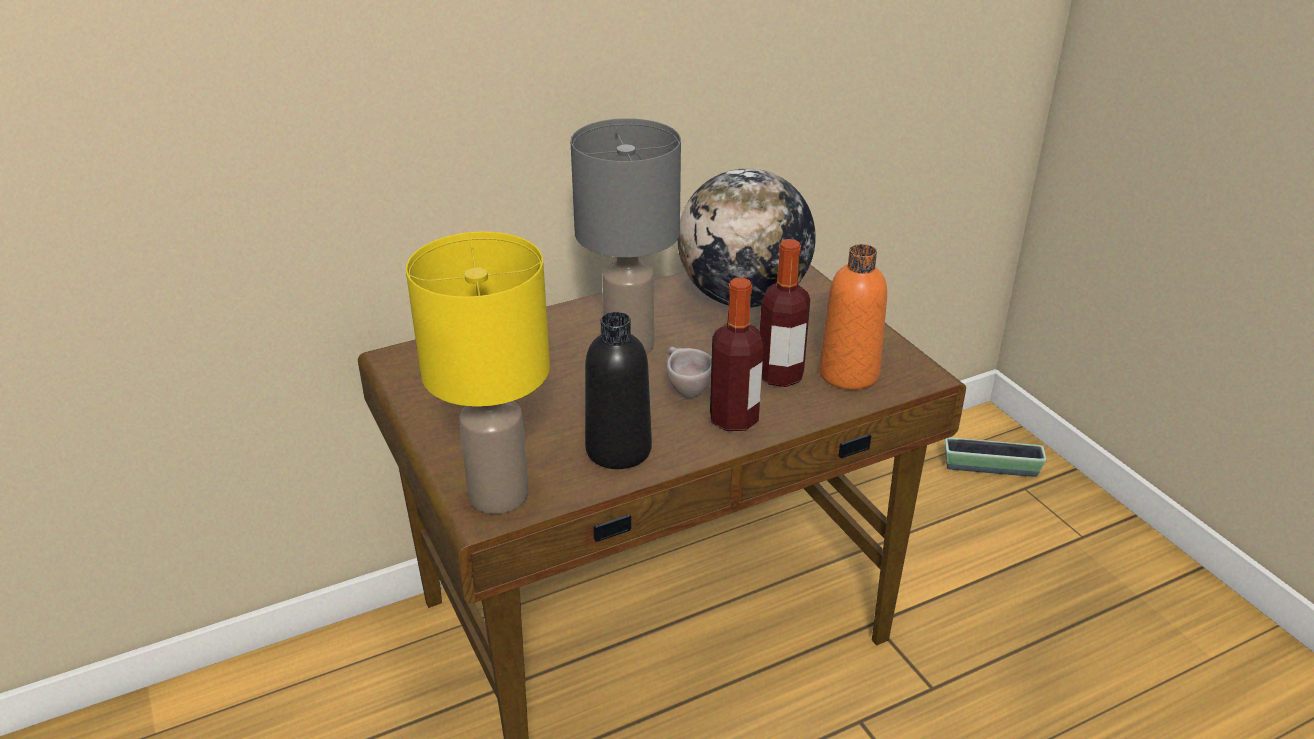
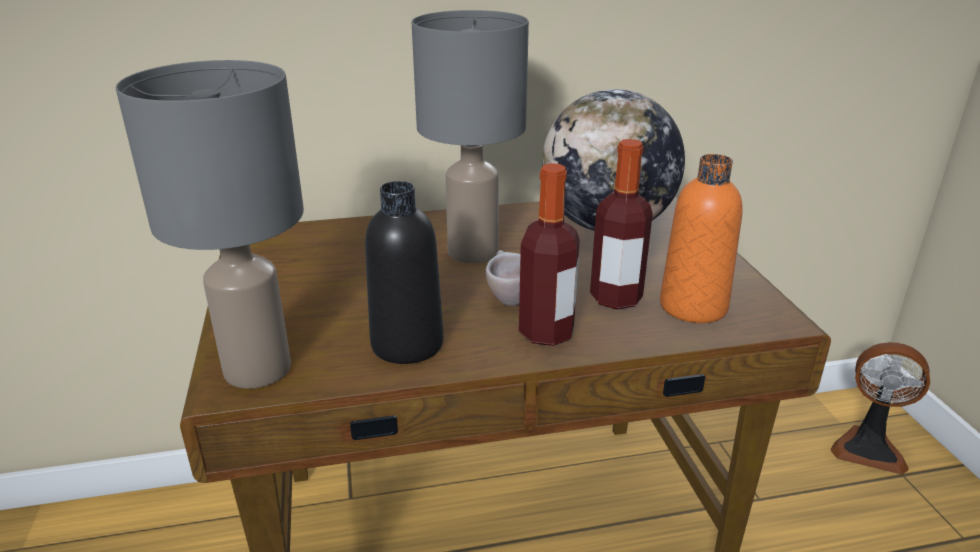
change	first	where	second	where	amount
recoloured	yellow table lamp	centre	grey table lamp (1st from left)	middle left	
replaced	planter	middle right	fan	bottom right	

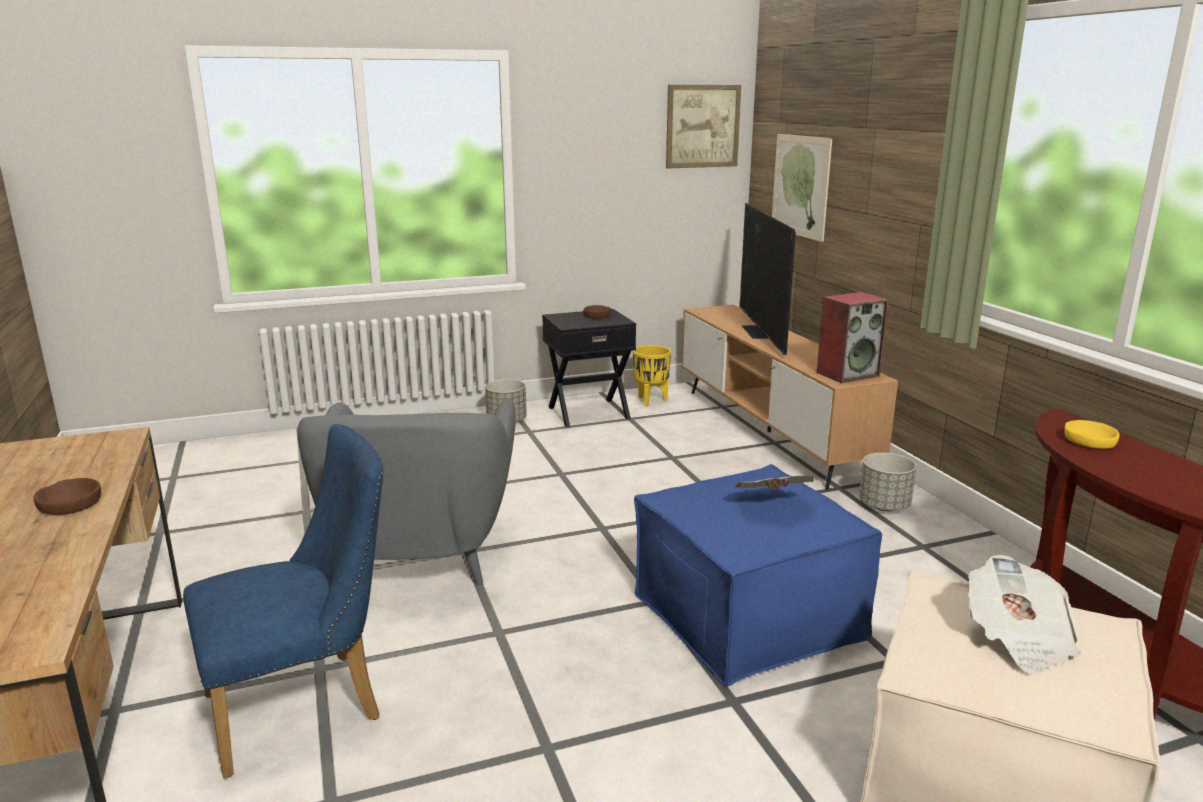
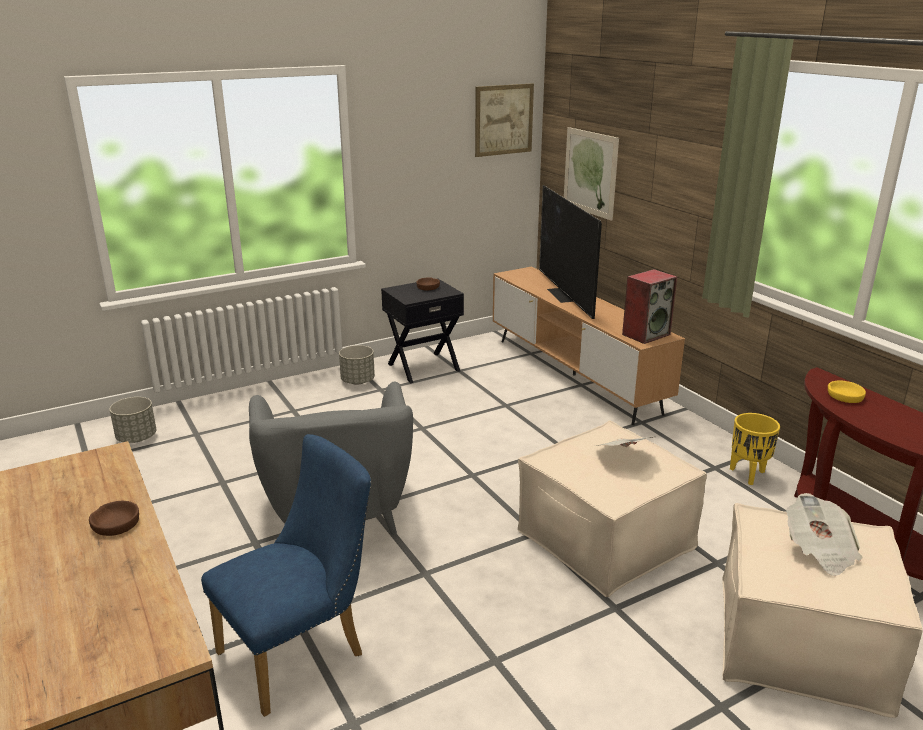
change	first	where	second	where	amount
moved	yellow planter	centre		middle right	
recoloured	blue ottoman	bottom centre	beige ottoman (1st from left)	bottom centre	
moved	grey planter (2nd from left in the first image)	middle right	grey planter (1st from left)	middle left	

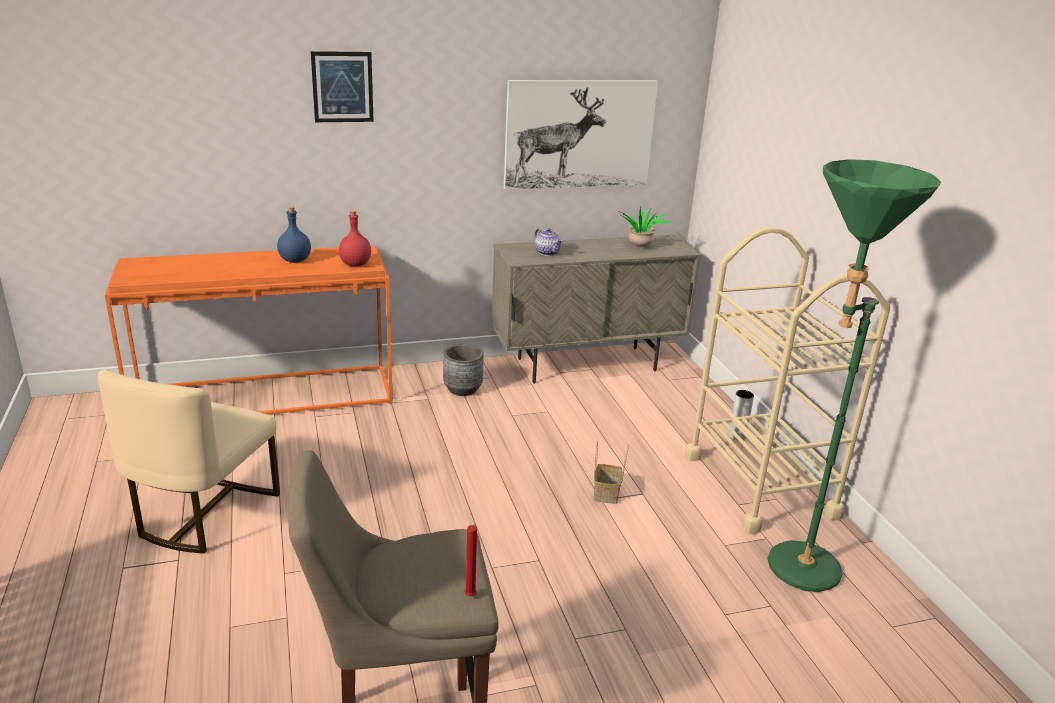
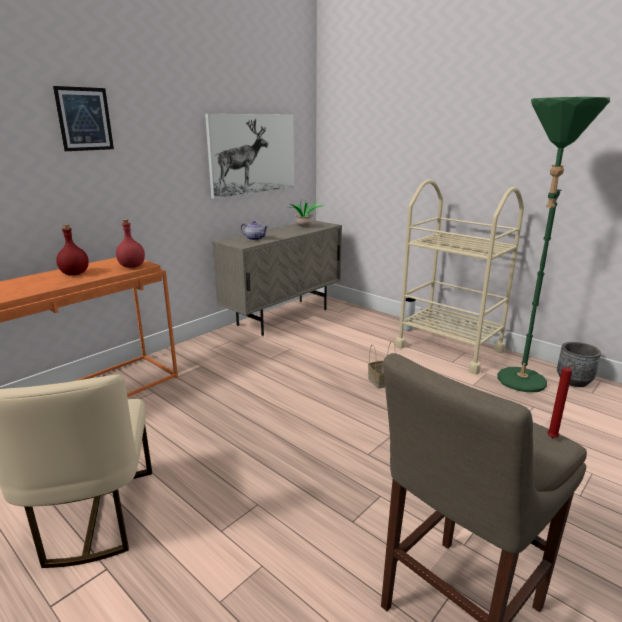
change	first	where	second	where	amount
recoloured	blue bottle	top left	red bottle (1st from left)	middle left	
moved	grey planter	centre		middle right	

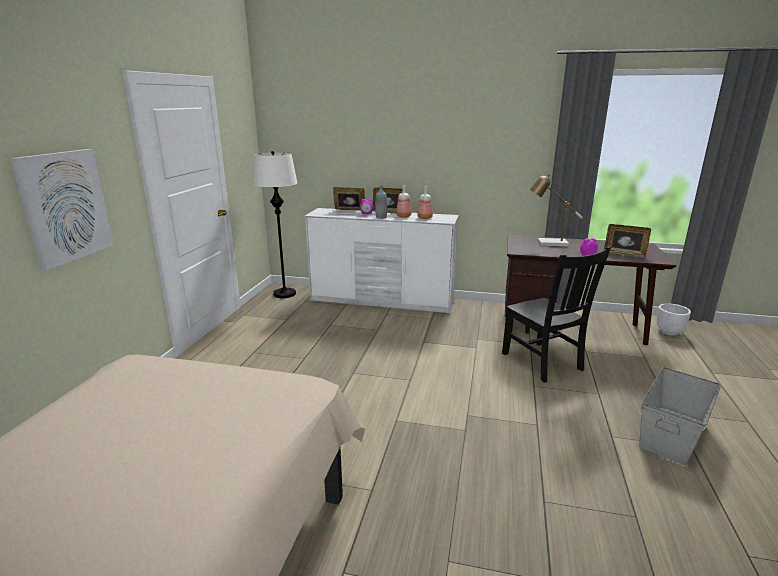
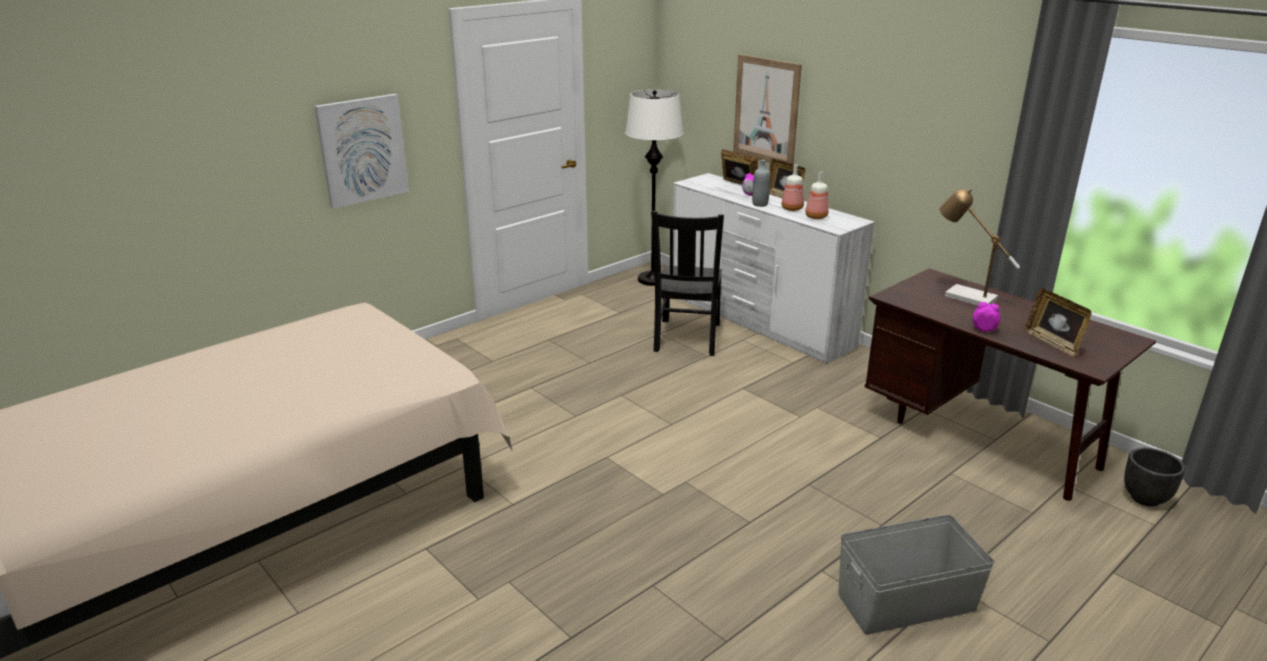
change	first	where	second	where	amount
moved	black chair	middle right		centre	
recoloured	white planter	middle right	black planter	bottom right	
added			picture (2nd from left)	top centre	

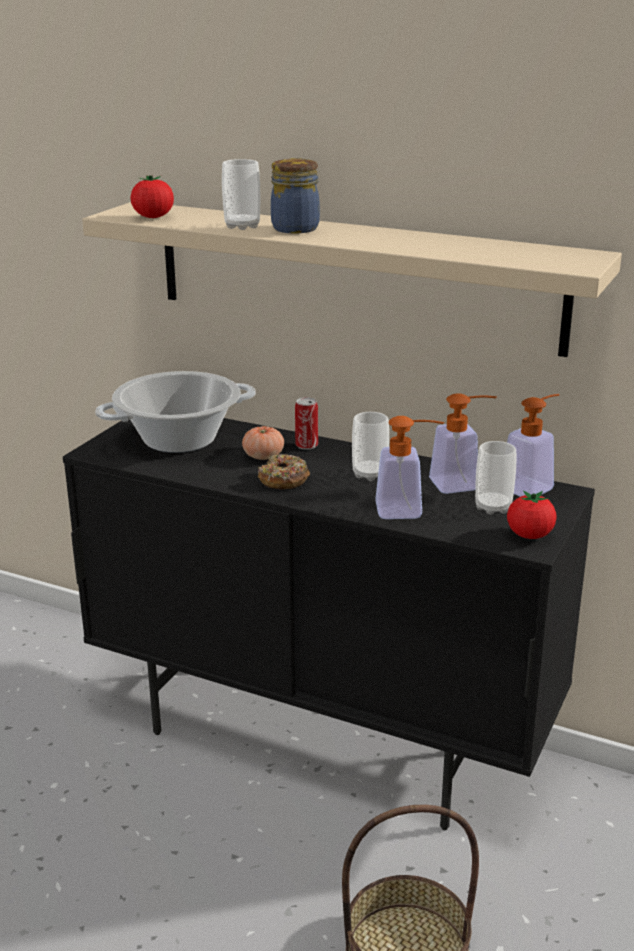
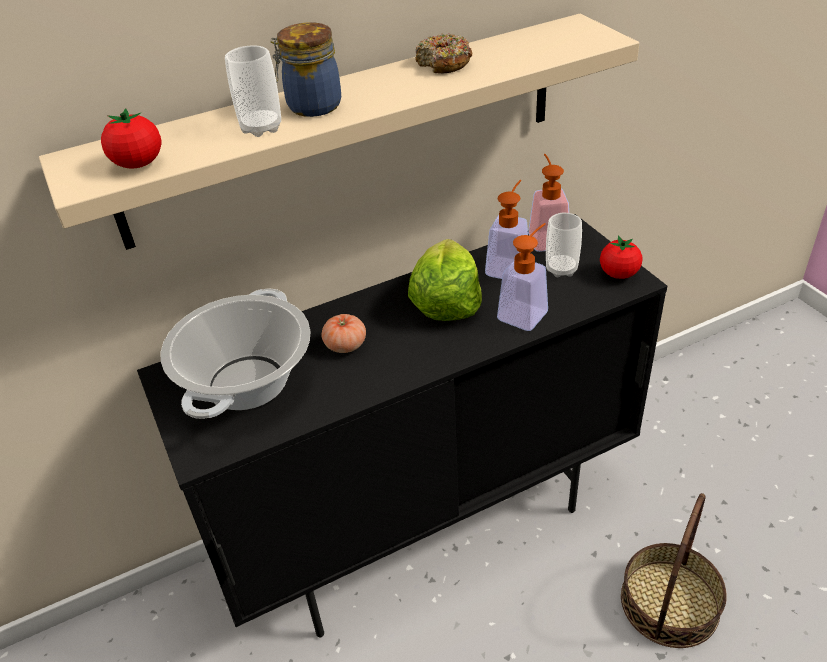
change	first	where	second	where	amount
moved	donut	centre		top centre	
removed	can	centre			
replaced	cup (2nd from left)	centre	lettuce	centre	

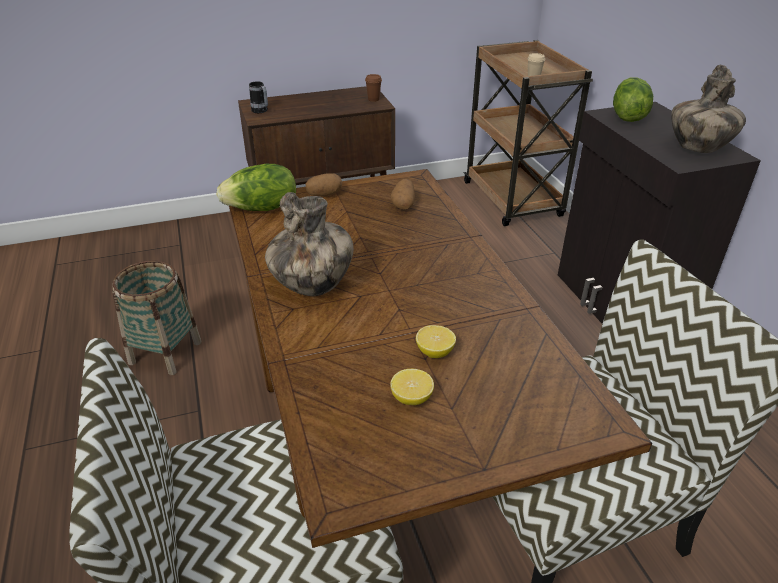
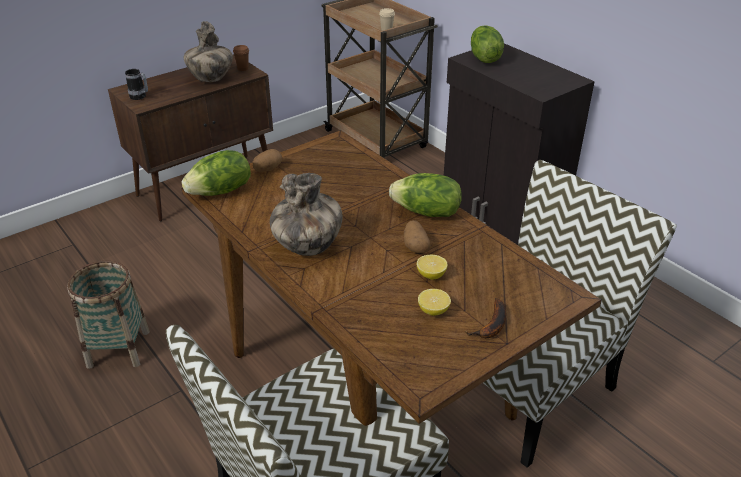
change	first	where	second	where	amount
moved	potato (2nd from left)	top centre		centre	
moved	vase (2nd from left in the first image)	top right	vase (1st from left)	top left	
added			lettuce (2nd from left)	centre	
added			banana	bottom centre	

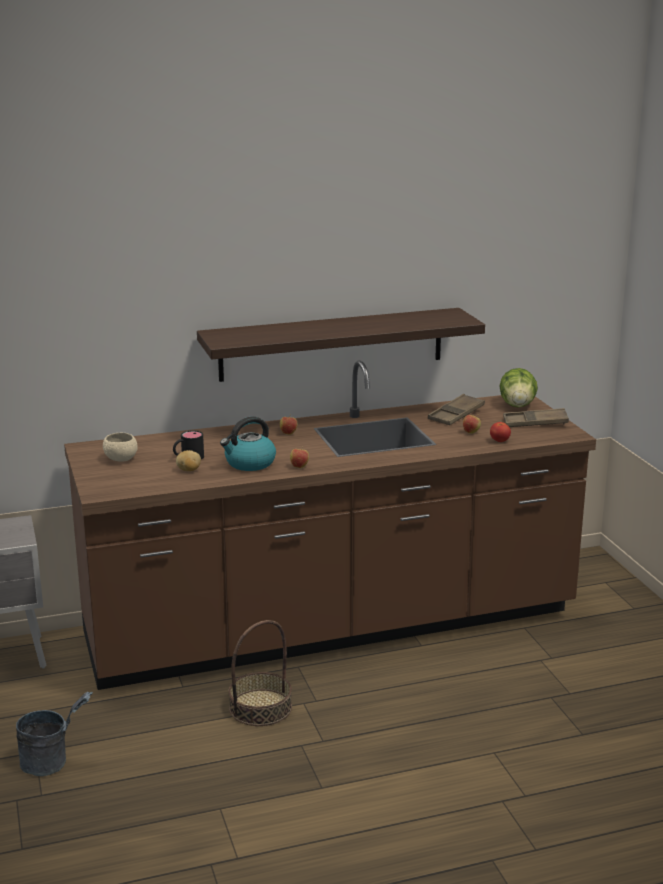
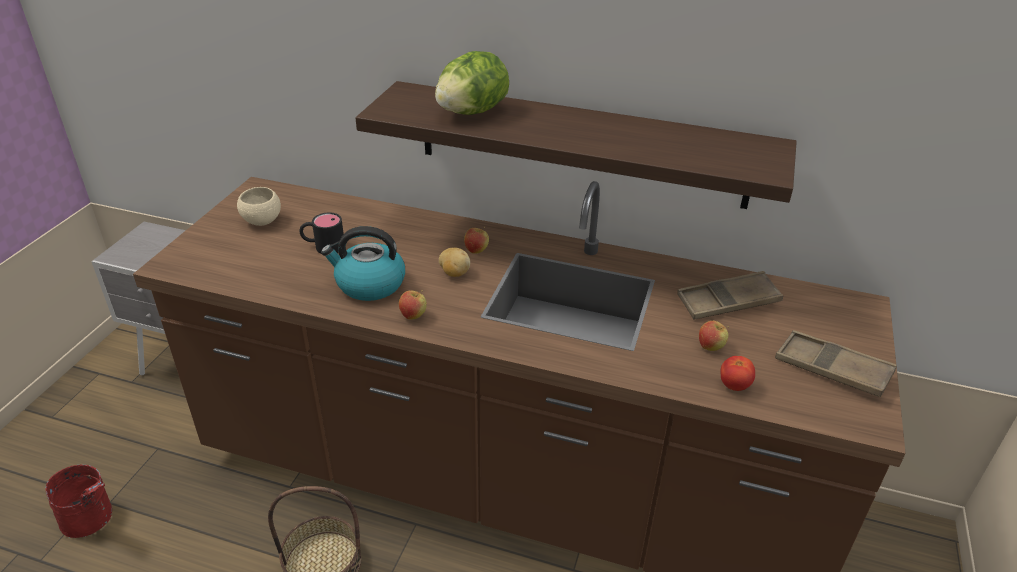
change	first	where	second	where	amount
recoloured	grey bucket	bottom left	red bucket	bottom left	
moved	potato	middle left		centre	
moved	lettuce	middle right		top centre	

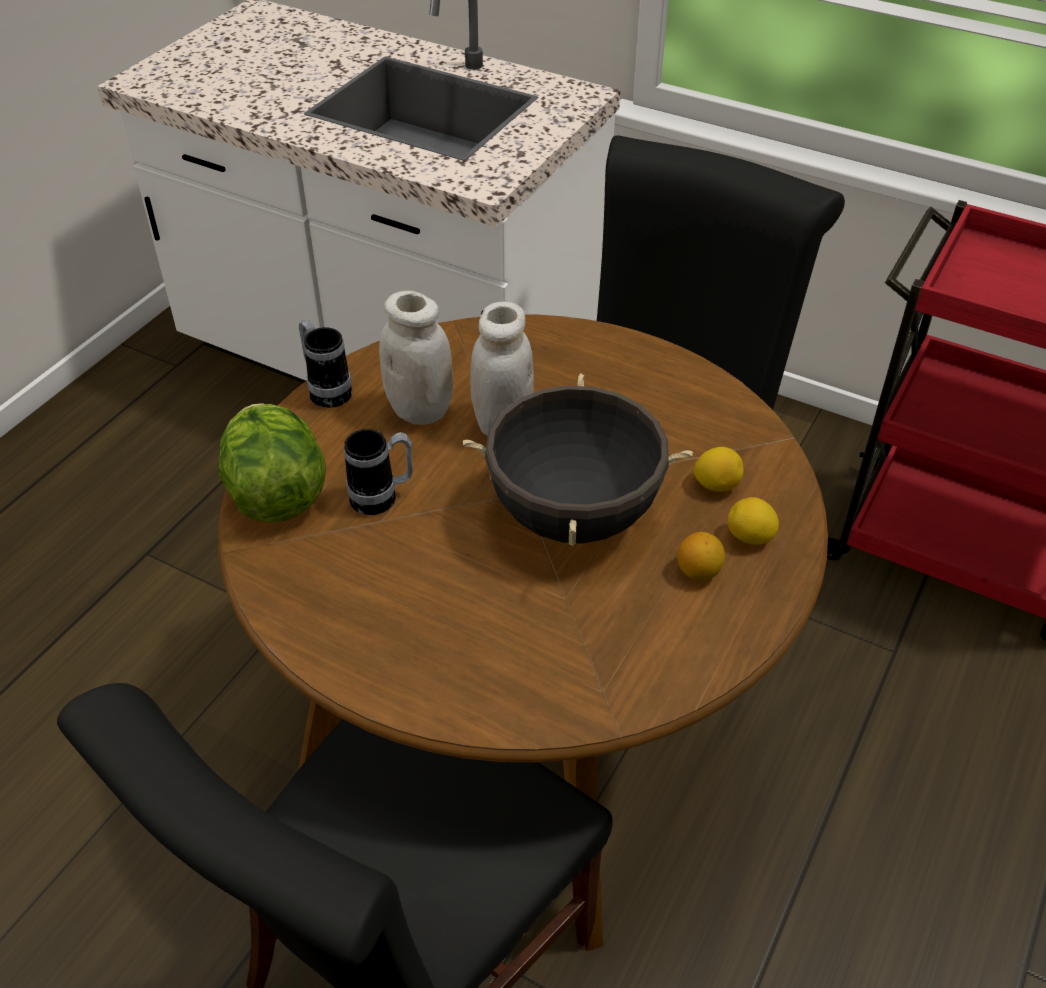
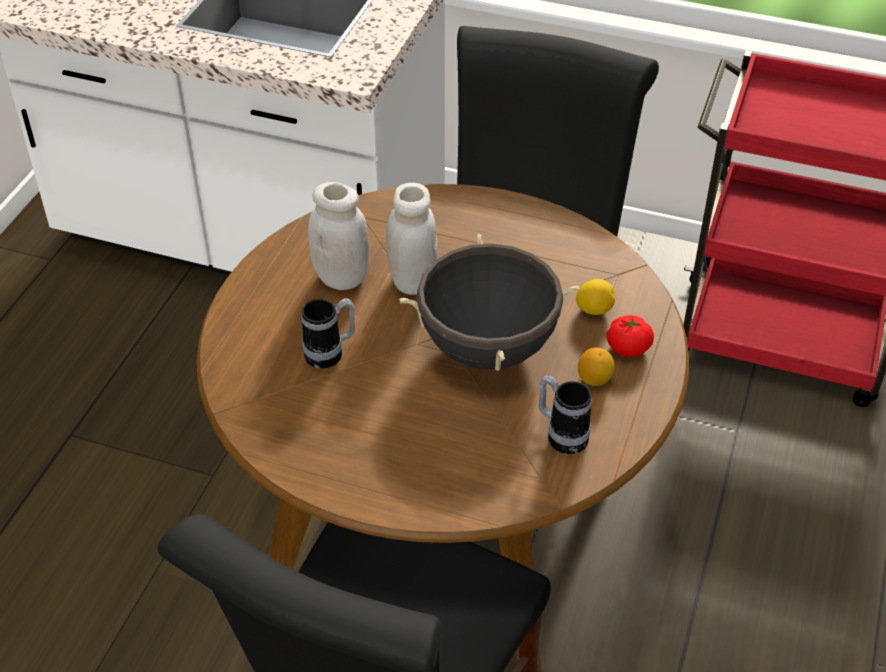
change	first	where	second	where	amount
removed	lettuce	middle left			
moved	mug (1st from left in the first image)	middle left	mug (2nd from left)	centre	
replaced	lemon (3rd from left)	middle right	tomato	middle right	

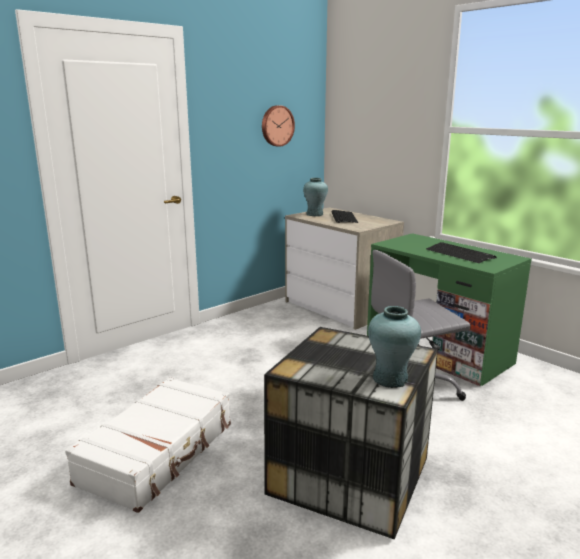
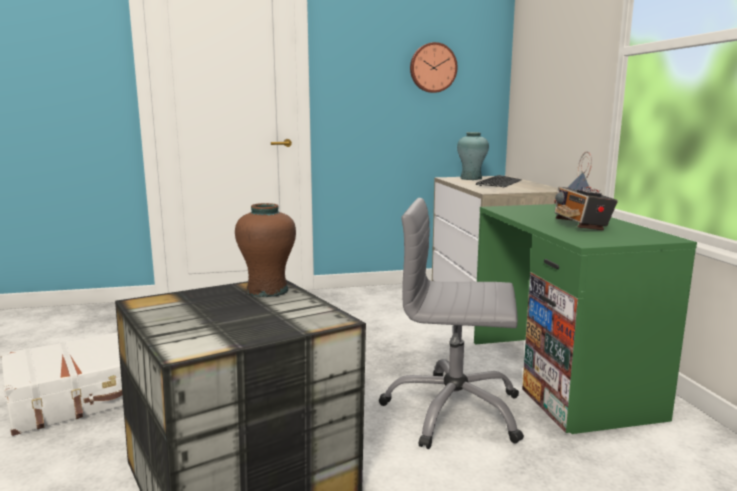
change	first	where	second	where	amount
removed	turquoise vase (2nd from left)	middle right			
replaced	keyboard (2nd from left)	middle right	radio	middle right	
added			brown vase	centre	

